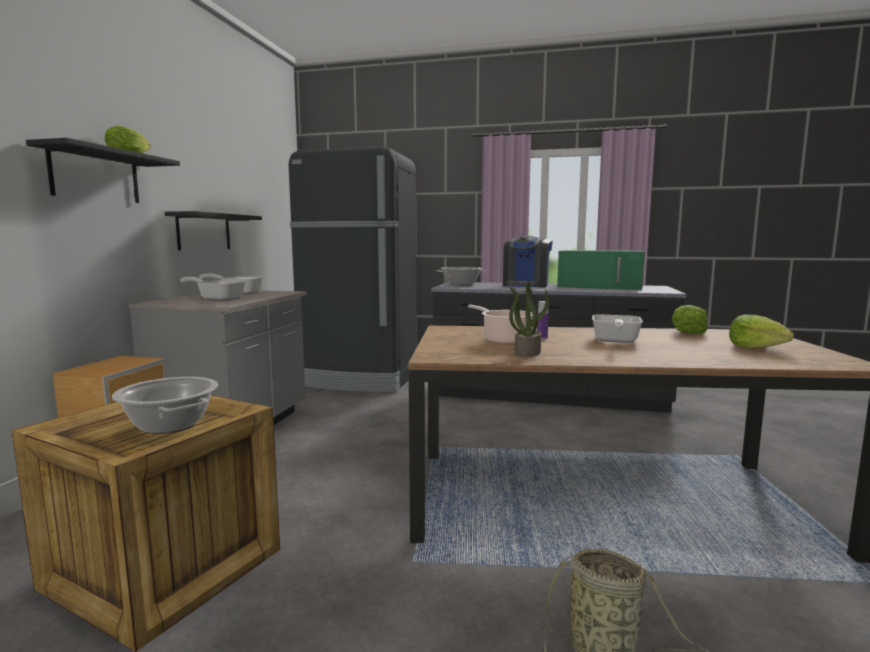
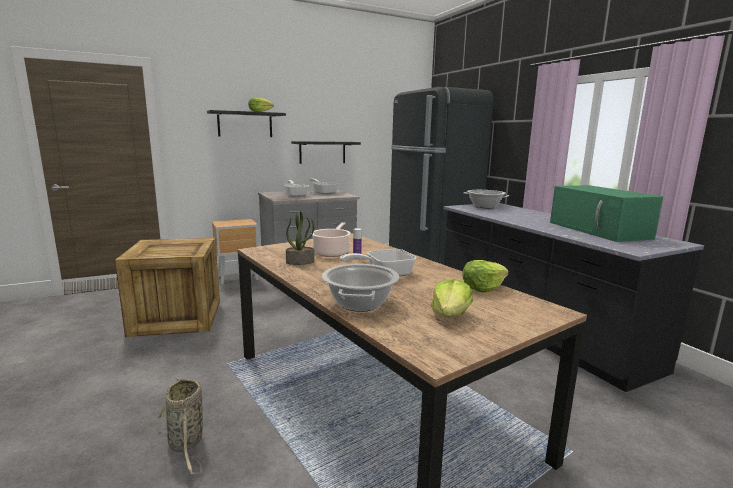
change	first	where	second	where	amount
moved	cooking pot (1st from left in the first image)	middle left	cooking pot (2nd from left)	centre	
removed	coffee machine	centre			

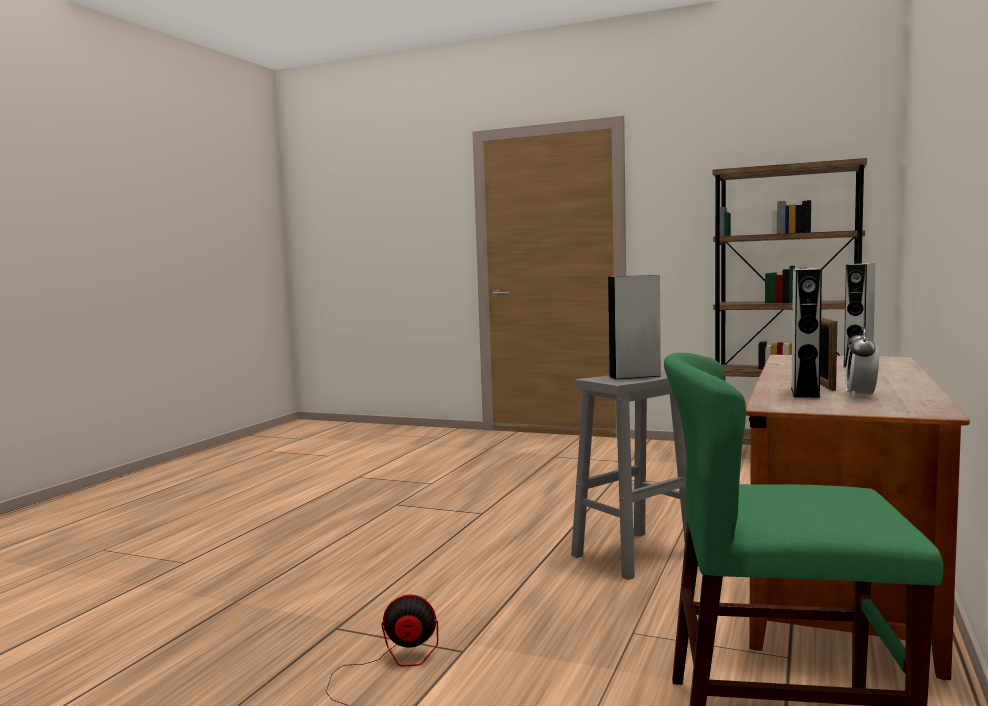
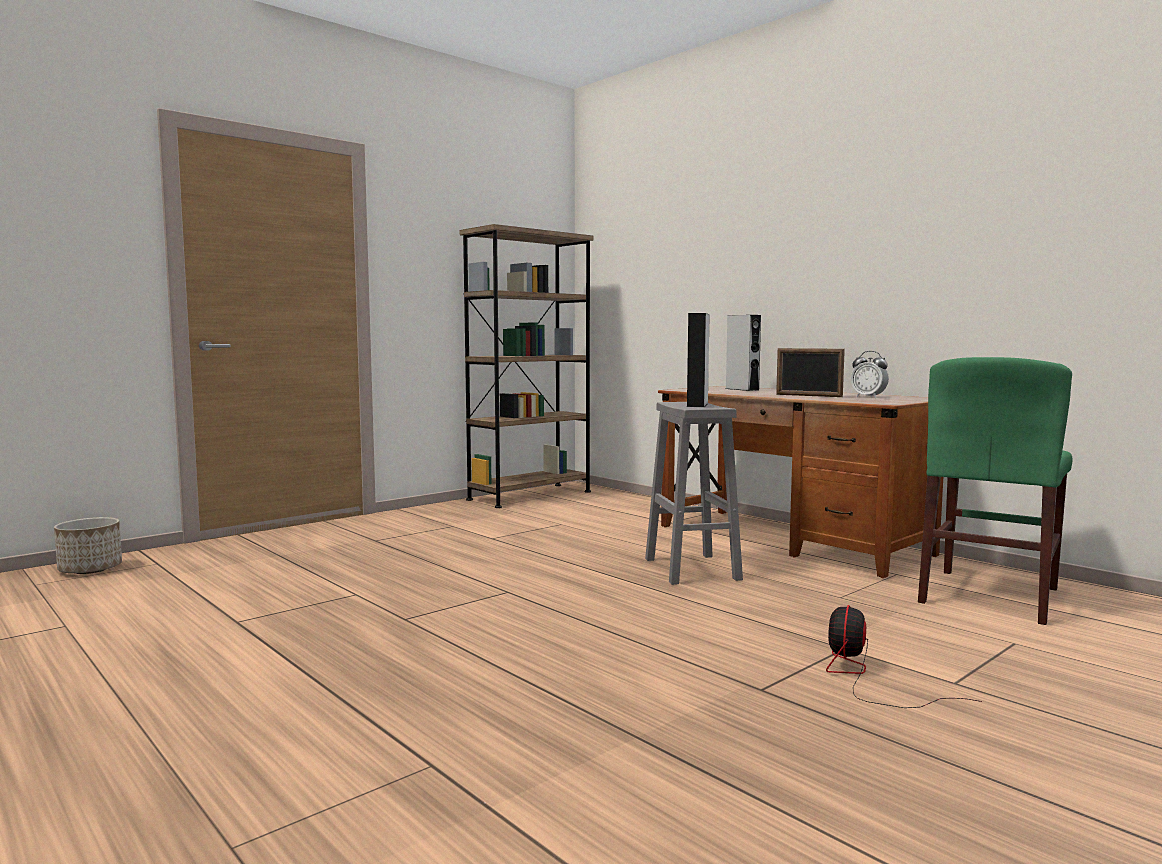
change	first	where	second	where	amount
removed	grey speaker (2nd from left)	middle right			
added			planter	middle left	

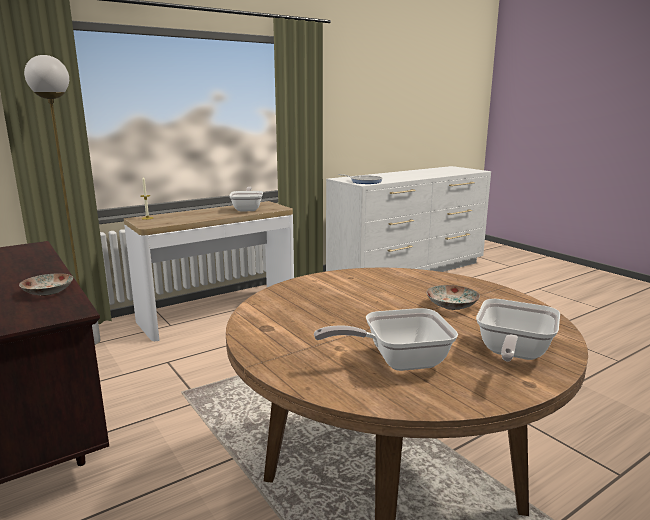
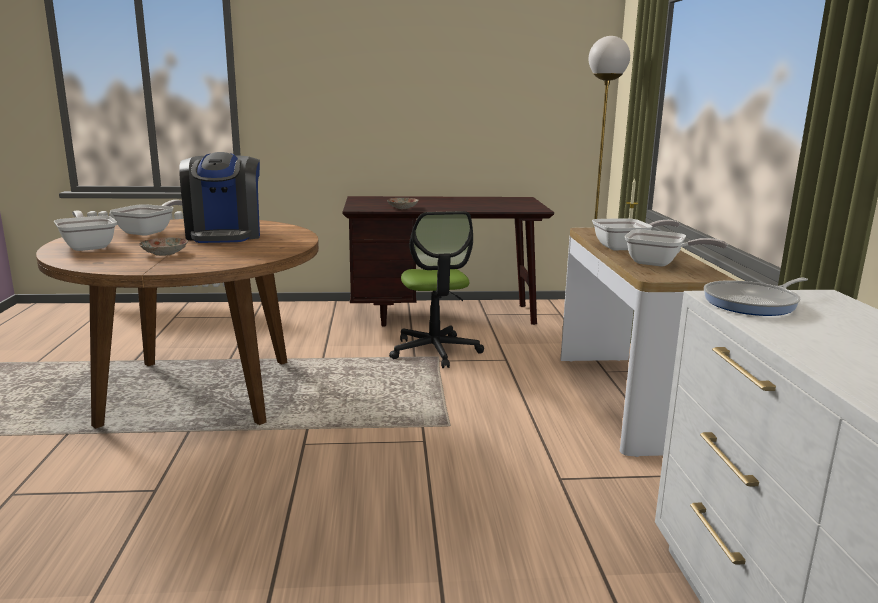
change	first	where	second	where	amount
added			coffee machine	top left	
added			office chair	centre	
added			frying pan (3rd from left)	middle right	

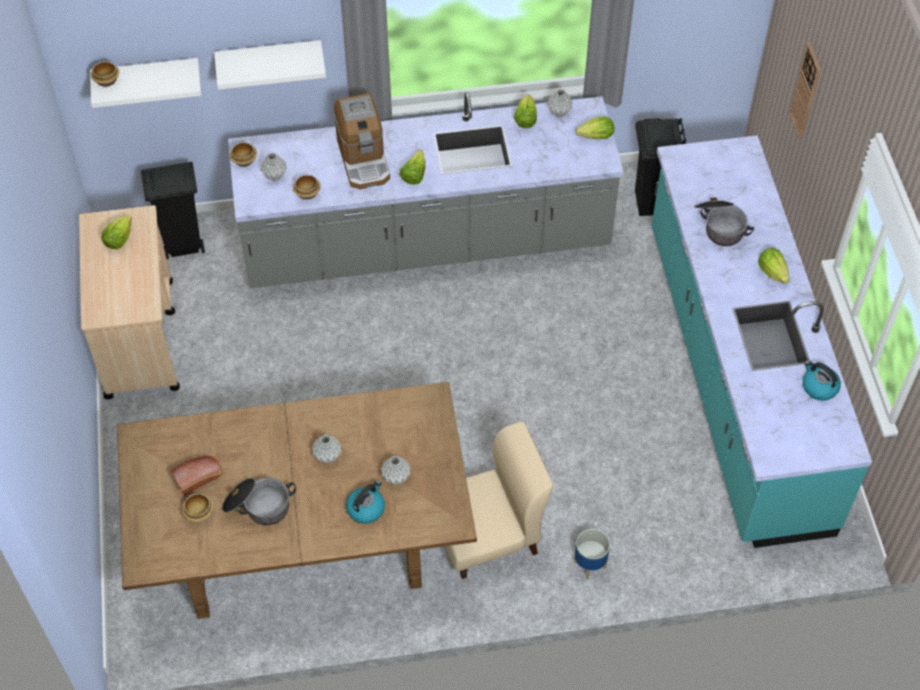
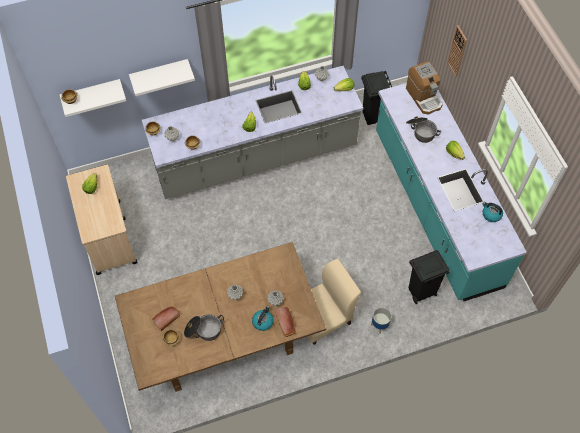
change	first	where	second	where	amount
moved	black trash can (1st from left in the first image)	top left	black trash can (2nd from left)	middle right	
moved	coffee machine	top centre		top right	
added			bread (2nd from left)	bottom centre	

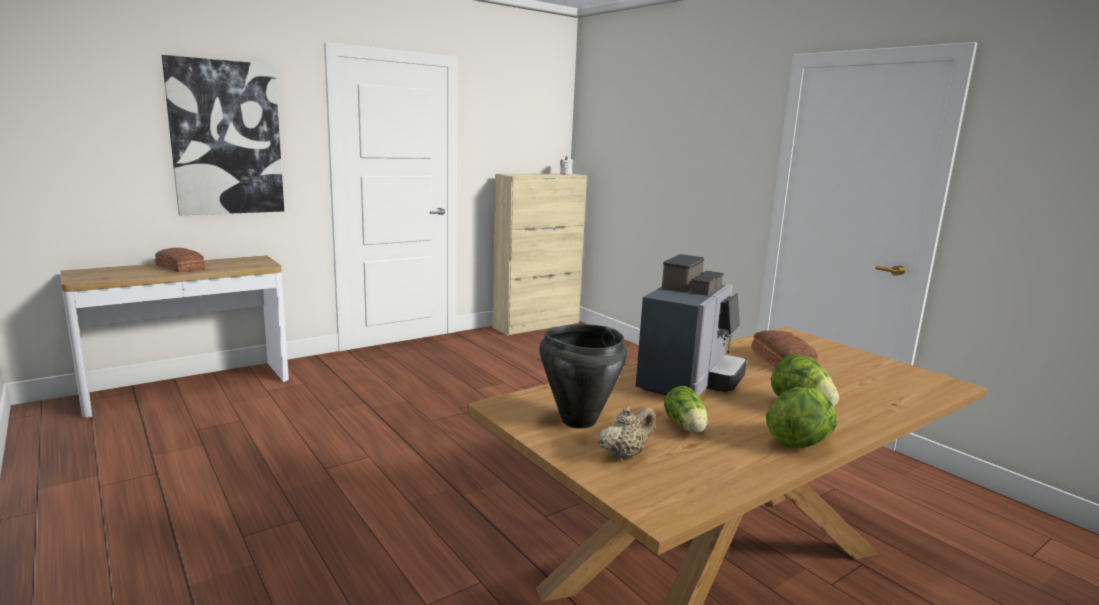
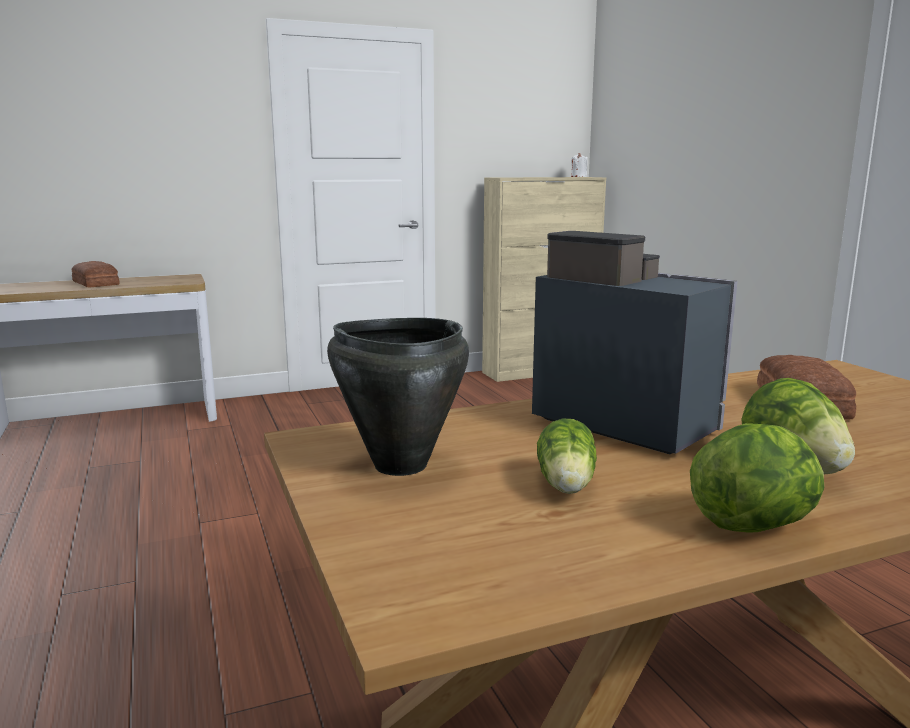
change	first	where	second	where	amount
removed	picture	top left			
removed	beige teapot	bottom centre			
turned	coffee machine	centre		middle right	90 degrees counterclockwise

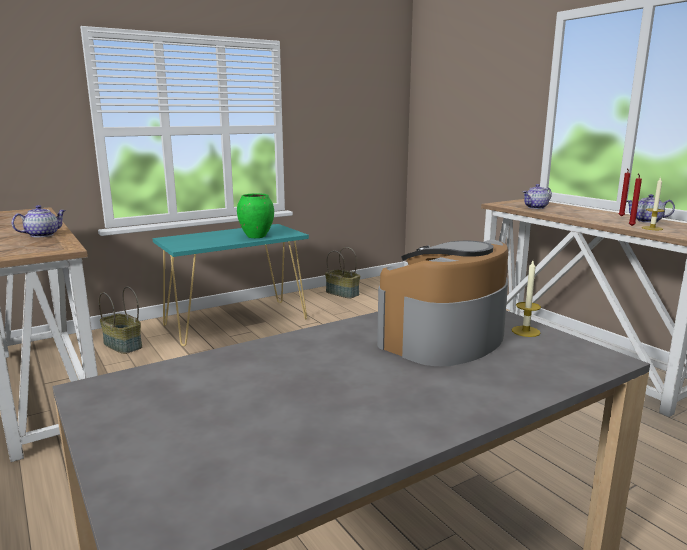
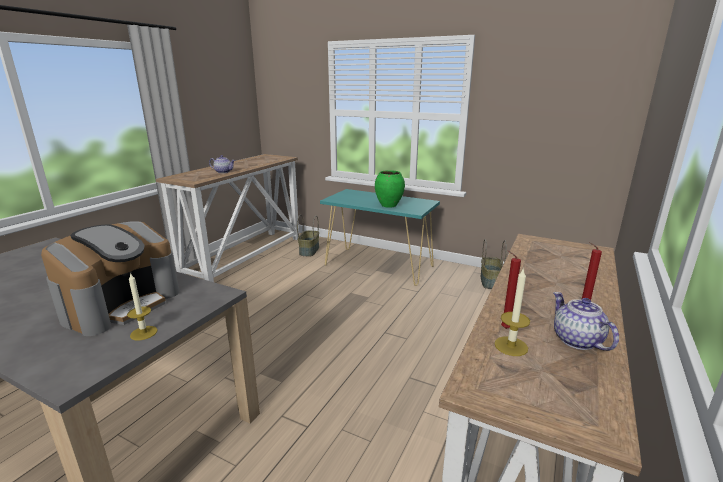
change	first	where	second	where	amount
turned	coffee machine	centre		middle left	105 degrees clockwise
removed	teapot (2nd from left)	middle right			

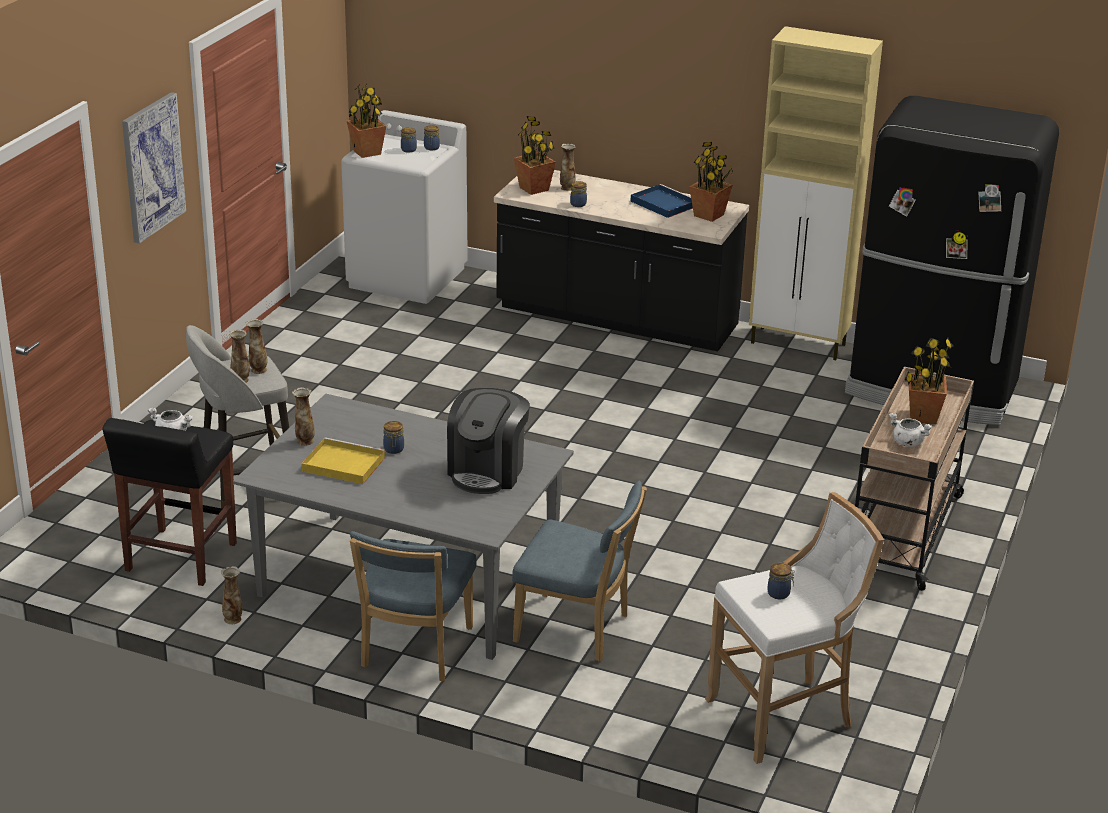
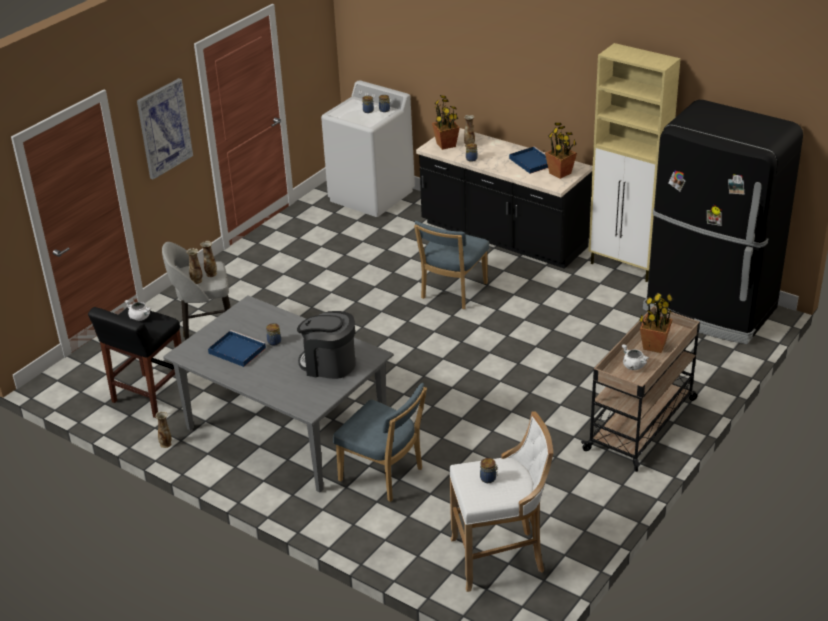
change	first	where	second	where	amount
removed	vase (4th from left)	middle left			
recoloured	yellow tray	middle left	blue tray (1st from left)	middle left	
removed	potted plant (1st from left)	top left			
moved	blue chair (1st from left in the first image)	bottom centre	blue chair (2nd from left)	centre	
turned	coffee machine	centre		centre	75 degrees clockwise

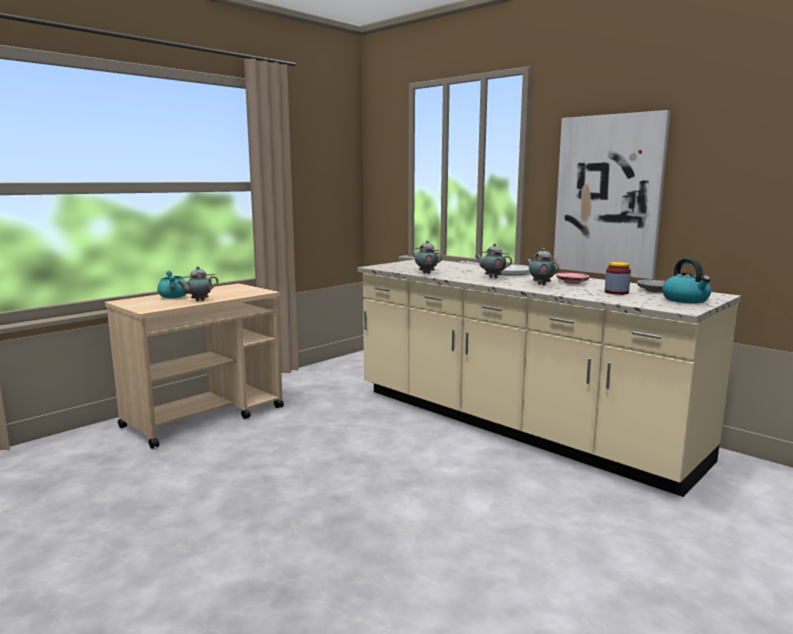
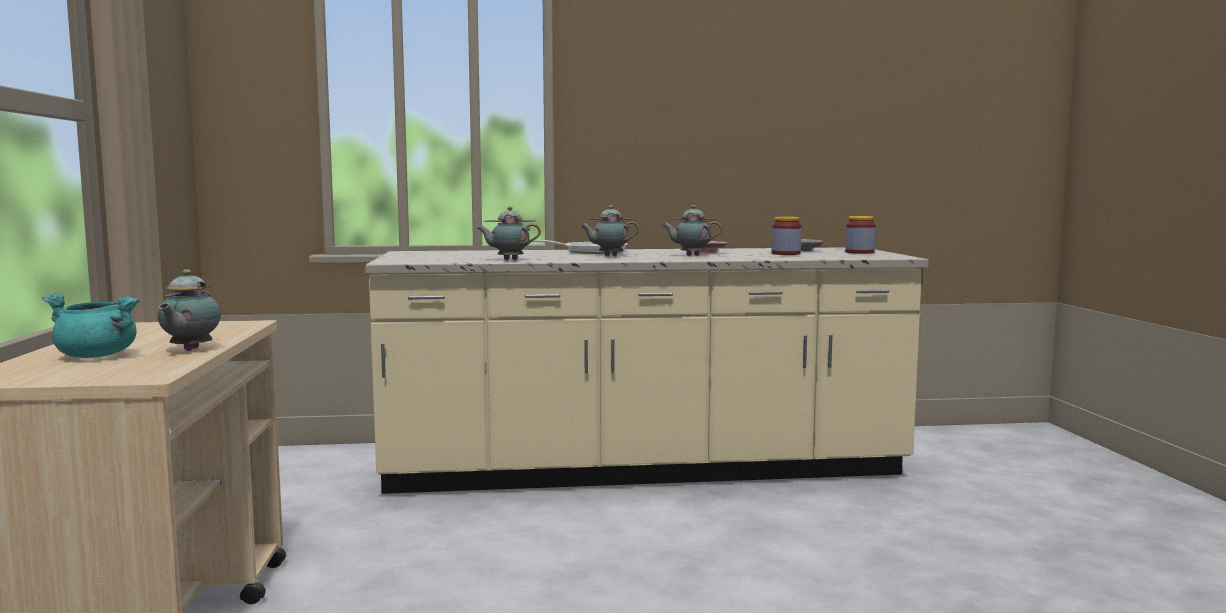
change	first	where	second	where	amount
removed	picture	top right			
replaced	kettle	middle right	jar (2nd from left)	middle right	

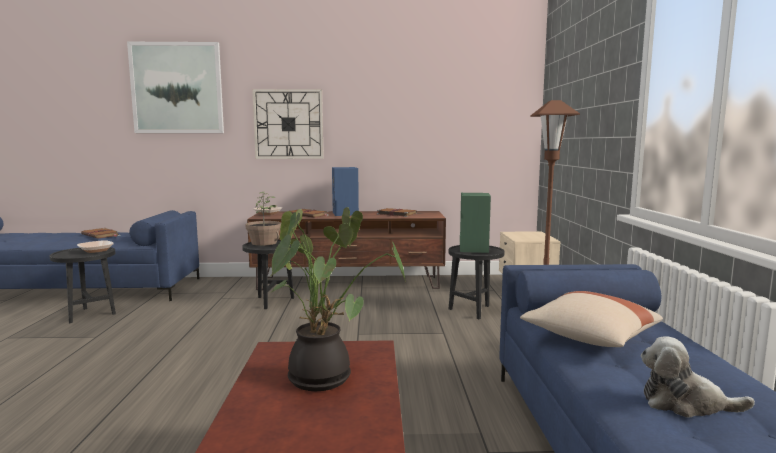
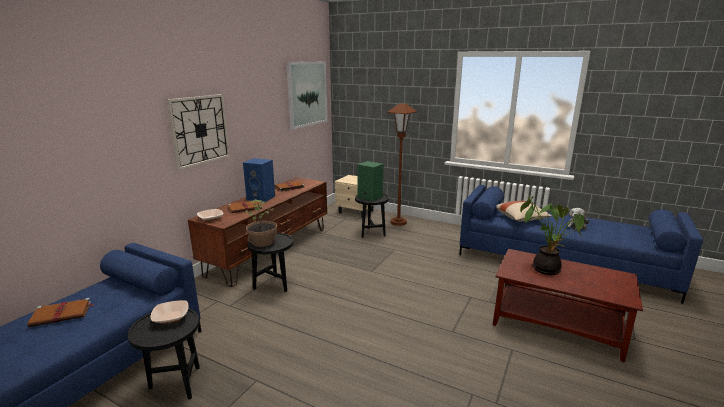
change	first	where	second	where	amount
moved	picture	top left		top centre	

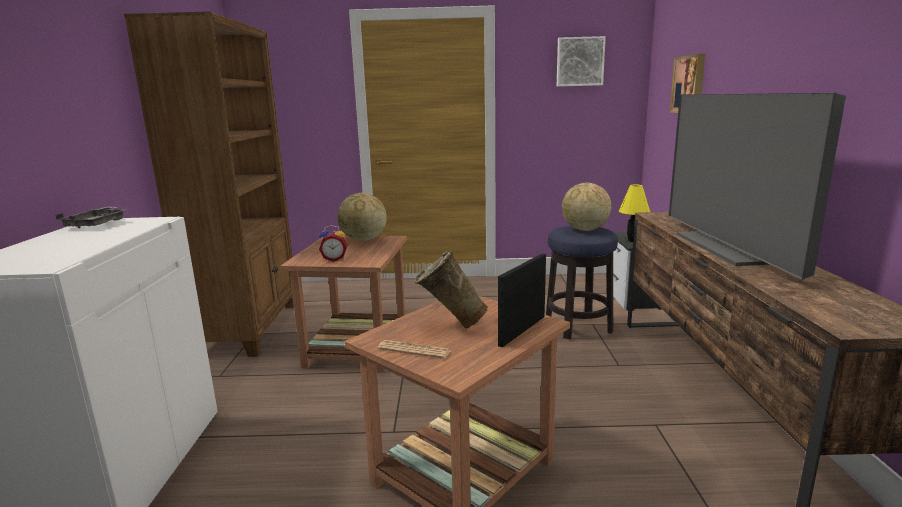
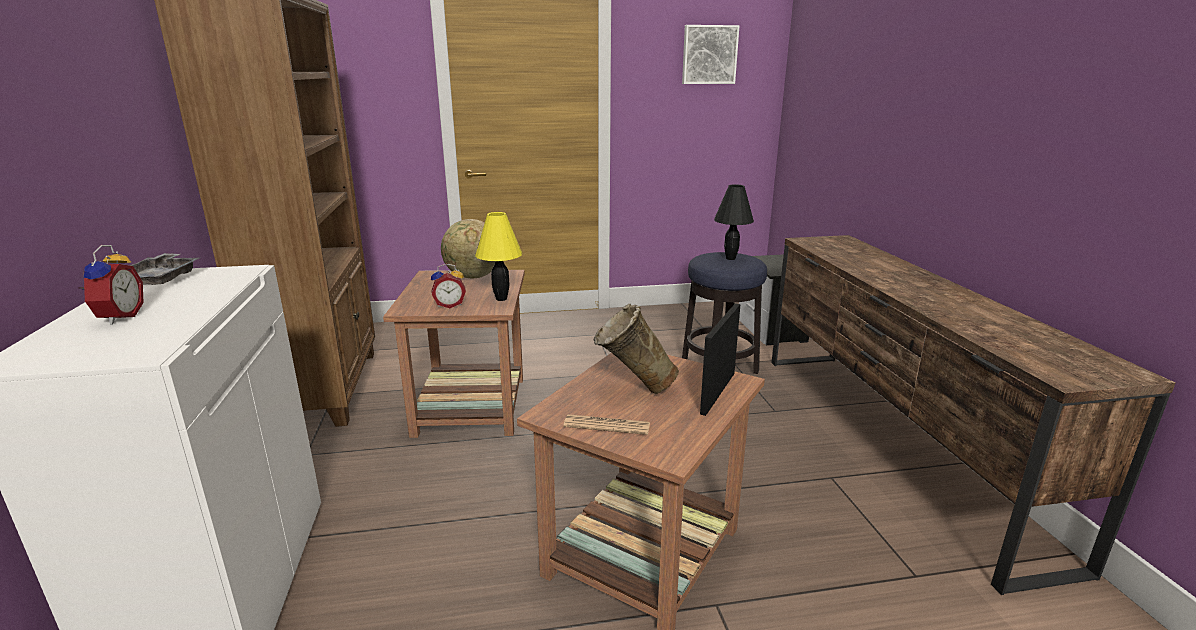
change	first	where	second	where	amount
replaced	globe (2nd from left)	centre	black table lamp	centre	
moved	yellow table lamp	middle right		centre	
removed	television	middle right			
removed	picture (2nd from left)	top right			
added			alarm clock (1st from left)	middle left	

